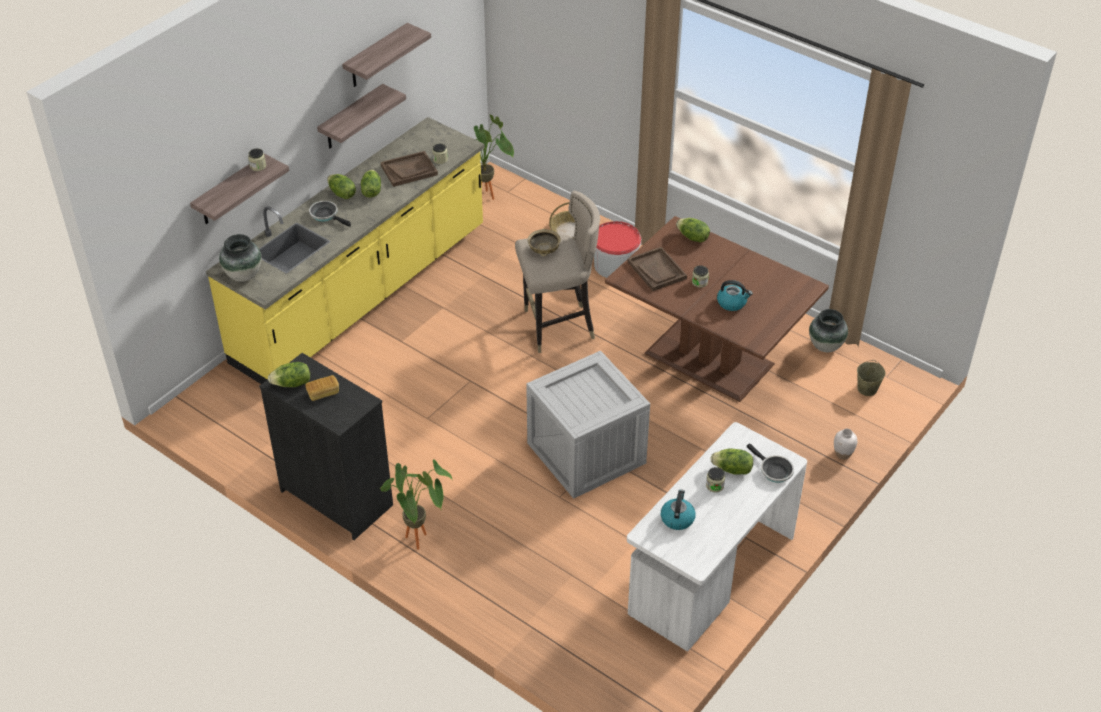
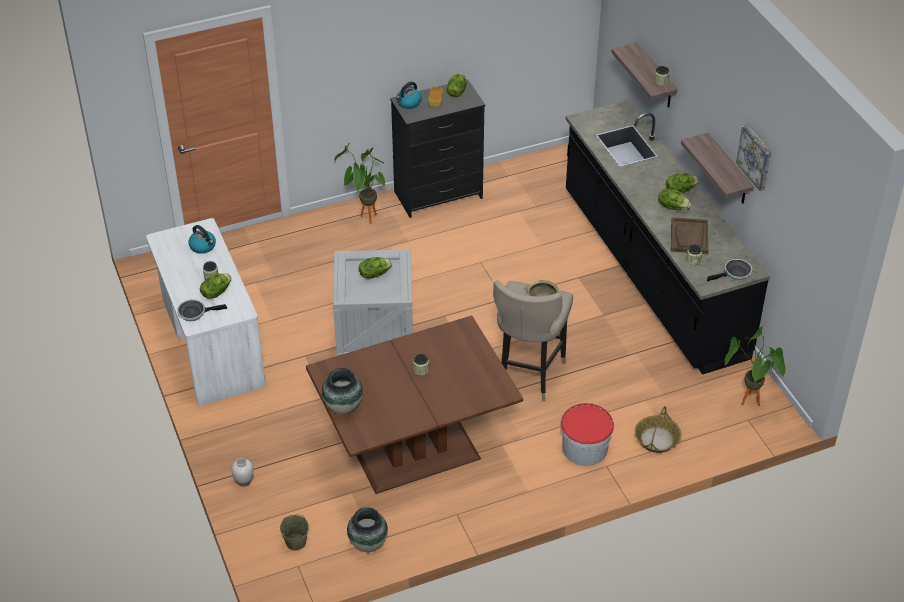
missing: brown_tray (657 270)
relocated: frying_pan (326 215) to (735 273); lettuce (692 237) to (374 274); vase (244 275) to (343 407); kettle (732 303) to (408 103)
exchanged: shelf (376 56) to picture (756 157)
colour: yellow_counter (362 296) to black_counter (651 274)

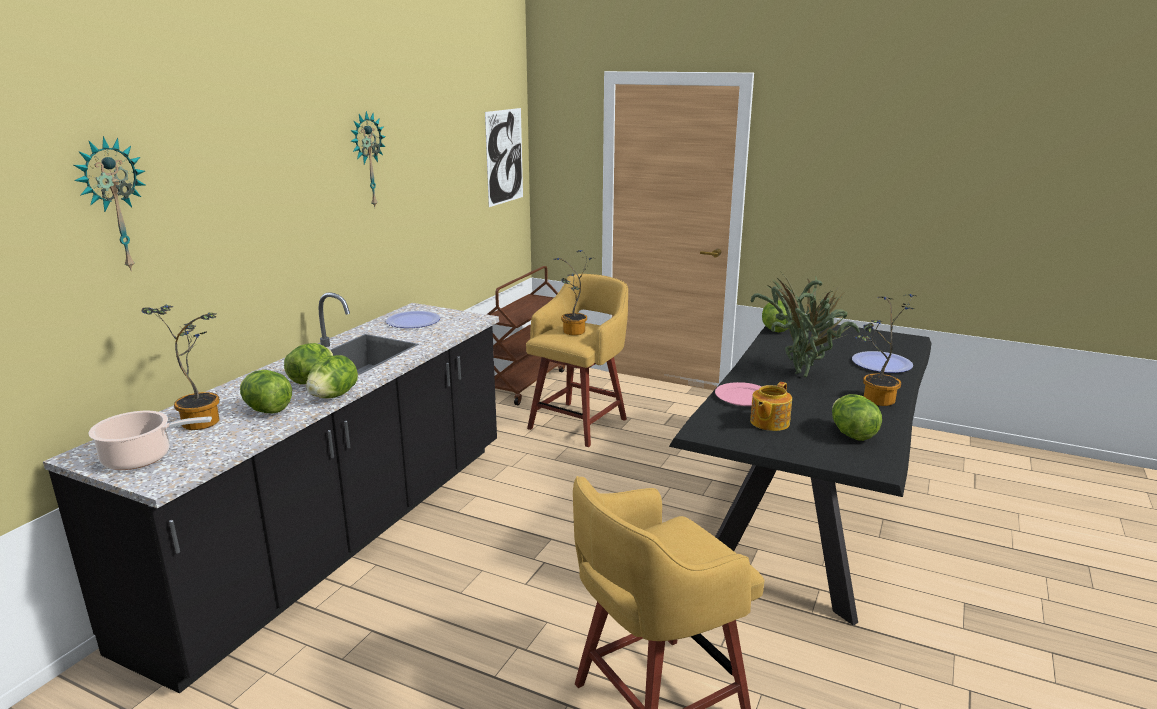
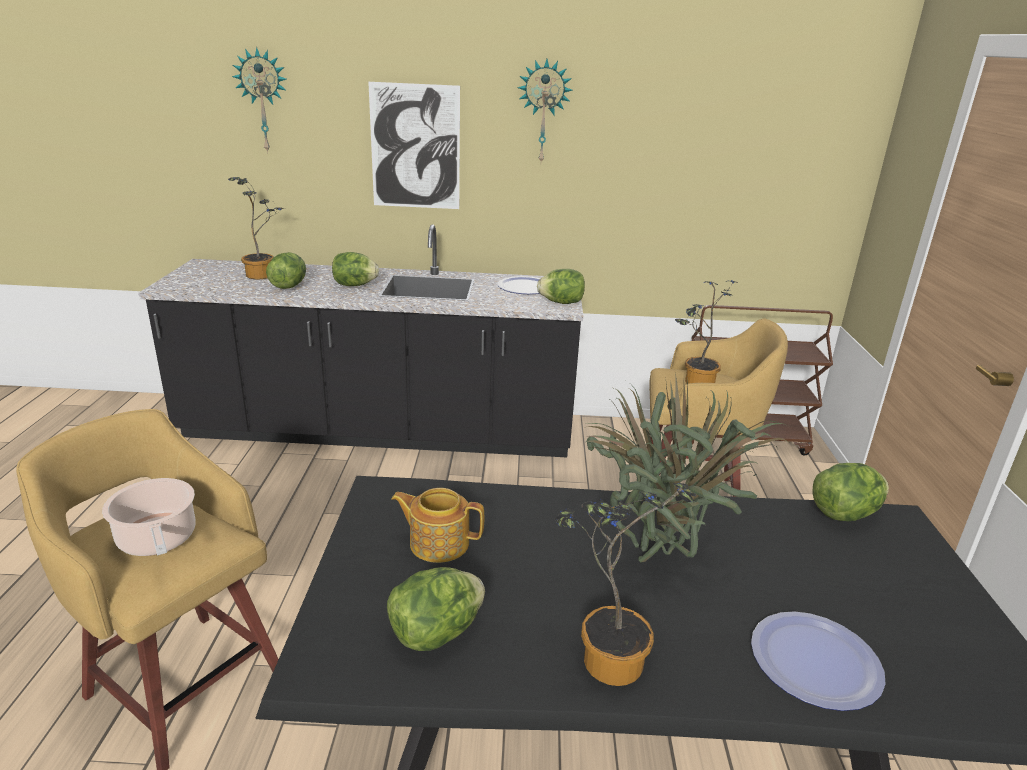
missing: pink_plate (743 397)
relocated: picture (504 156) to (415 147); lettuce (333 396) to (561 303); cooking_pot (142 458) to (158 540)

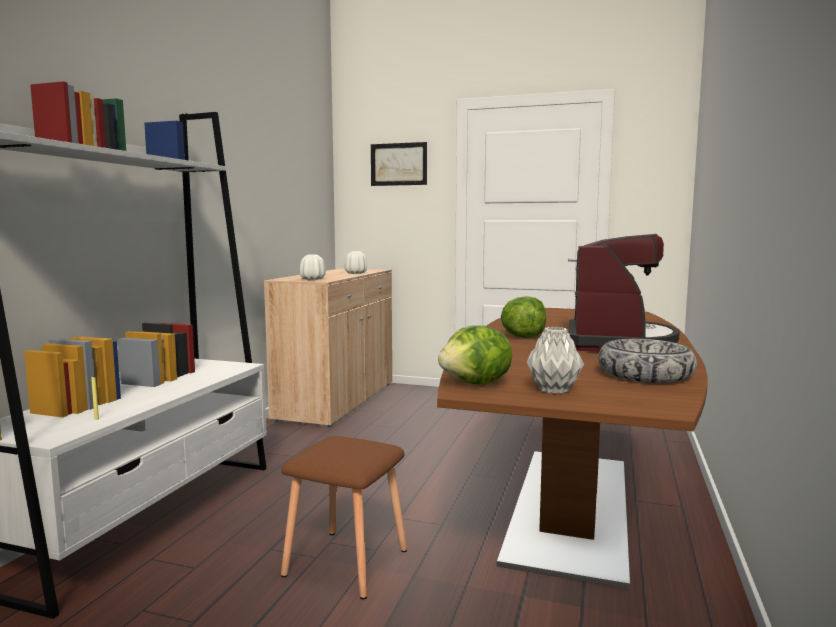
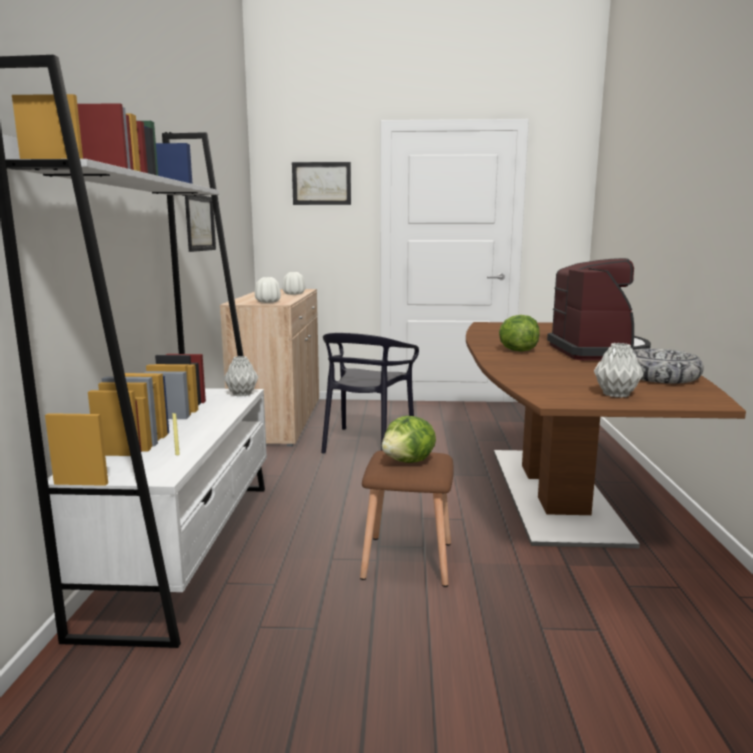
appeared: picture (200 223); black_chair (366 443); grey_vase (242 394)
relocated: lettuce (477 384) to (409 461)

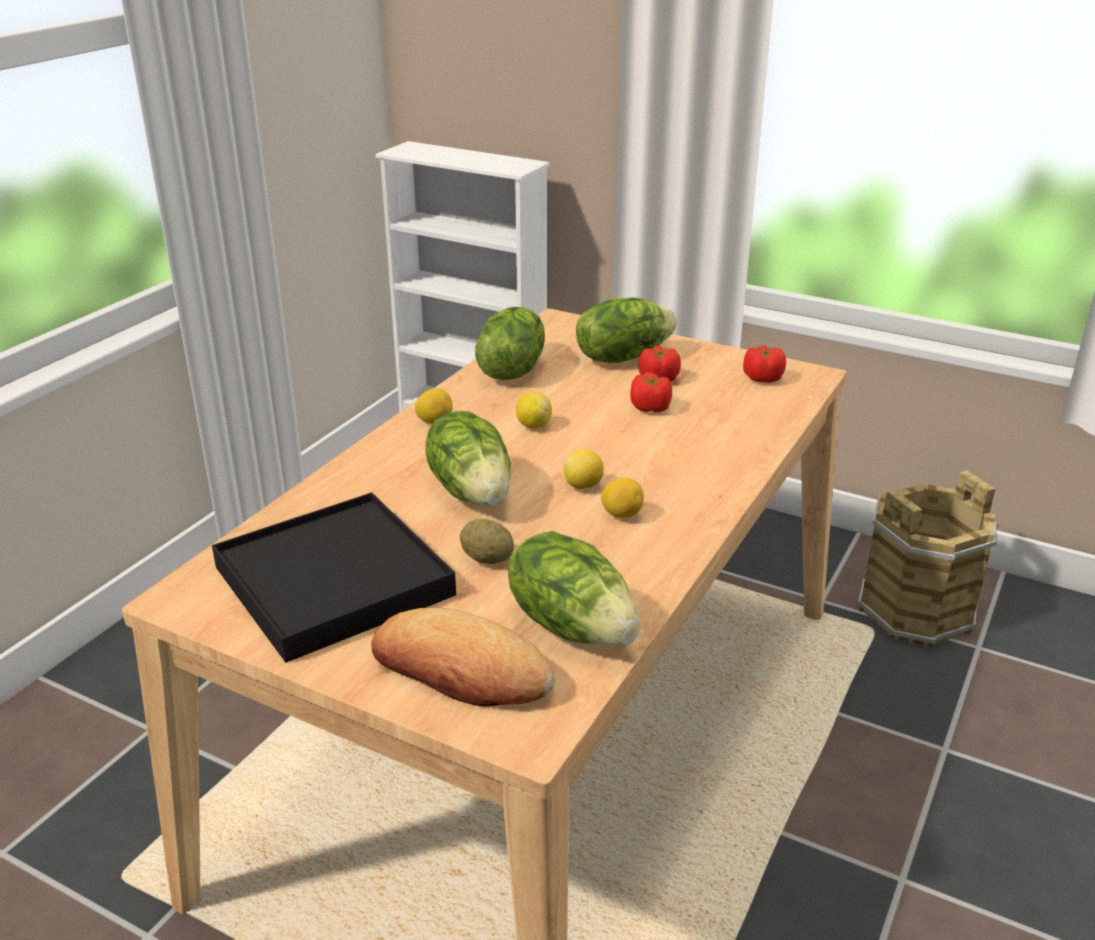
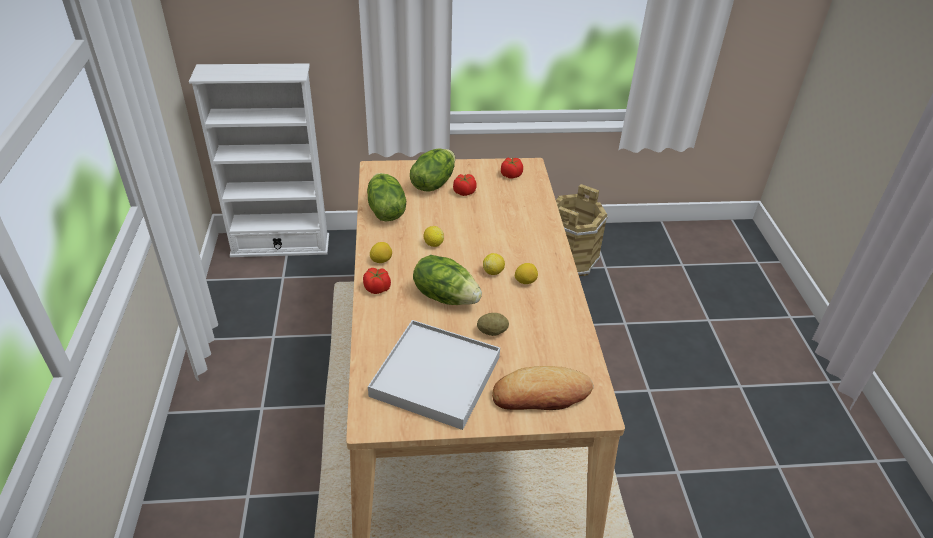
missing: lettuce (573 625)
relocated: tomato (650 408) to (377 288)
colour: black_tray (333 582) to white_tray (436 377)

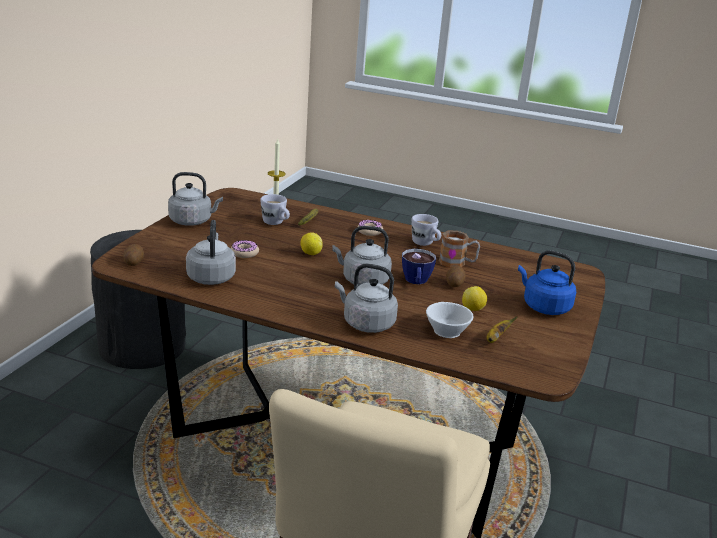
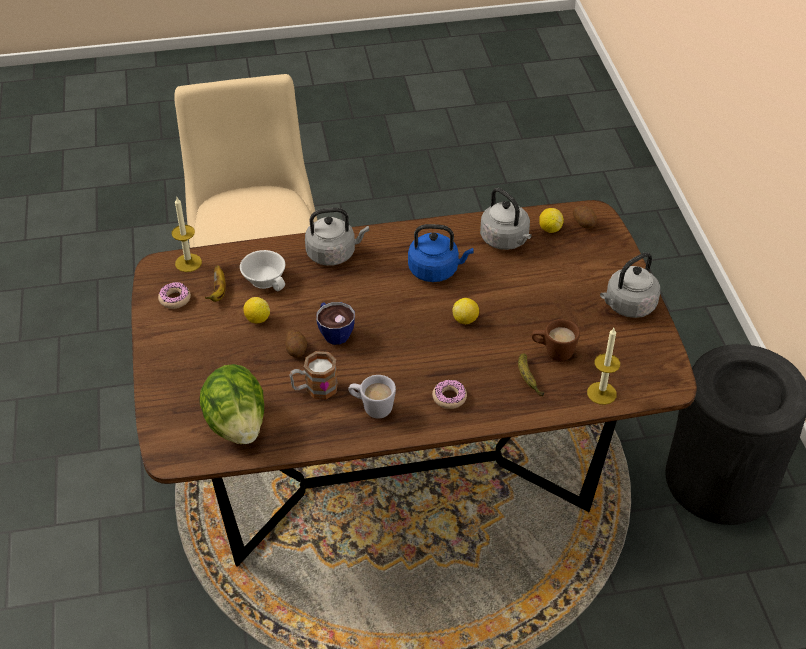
missing: grey_kettle (363 281)
appeared: candle (188 263); lemon (550 229); lettuce (237 424)
relocated: donut (244 253) to (175 299); blue_kettle (544 307) to (436 270)
colour: white_mug (276 223) to brown_mug (553 352)

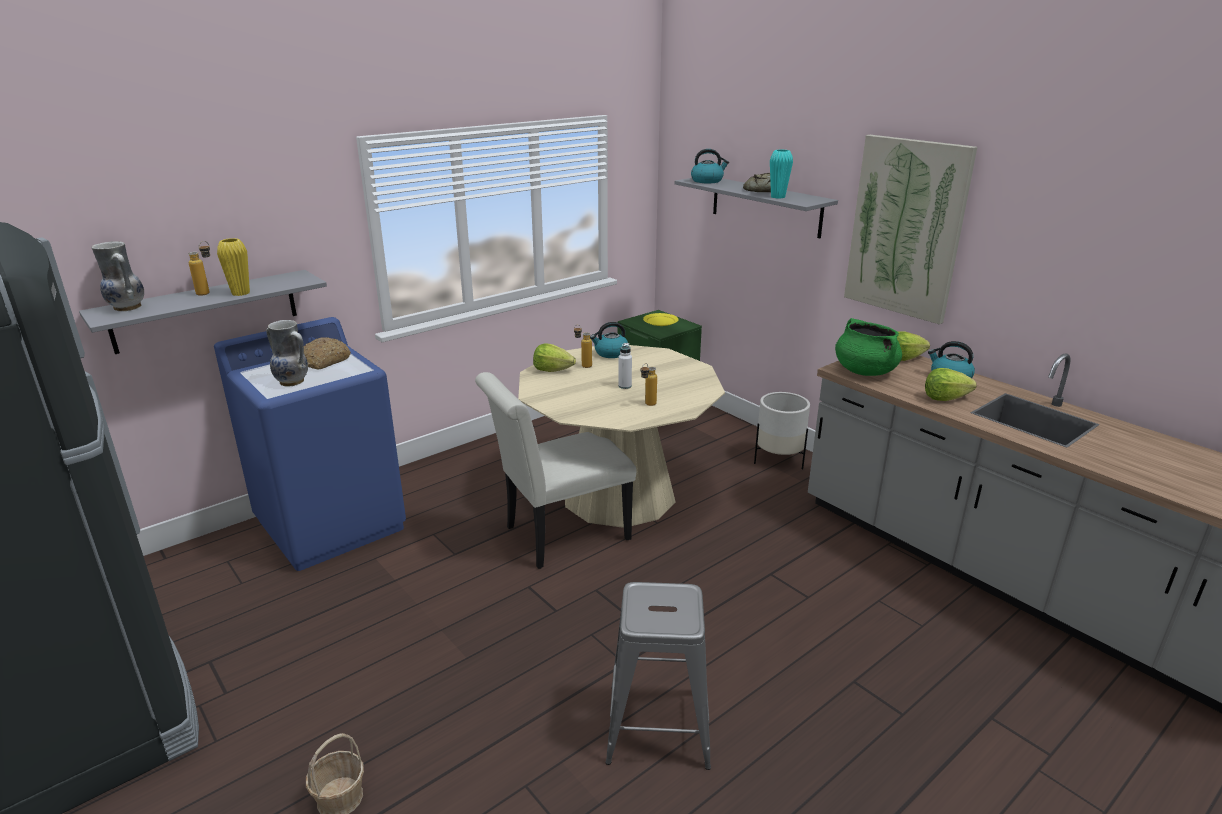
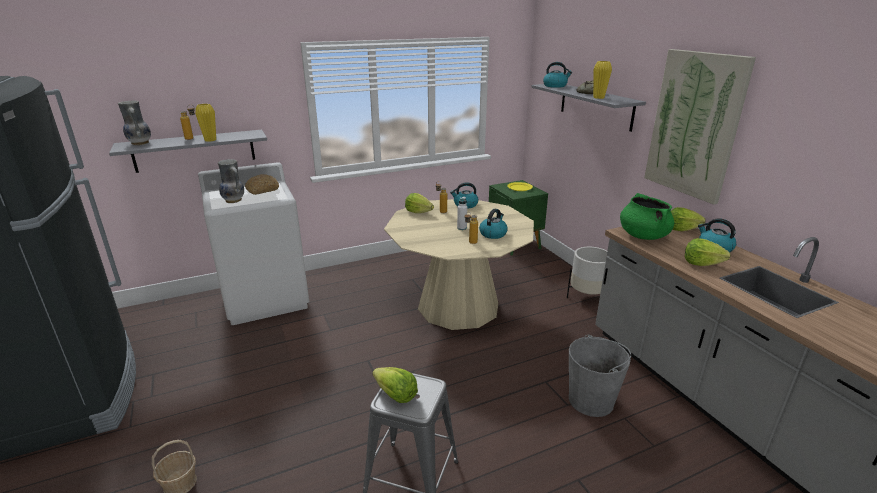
missing: white_chair (559 536)
appeared: kettle (493 234); grey_bucket (591 400); lettuce (395 395)
colour: turquoise_vase (778 197) to yellow_vase (598 97); blue_washing_machine (331 523) to white_washing_machine (266 298)

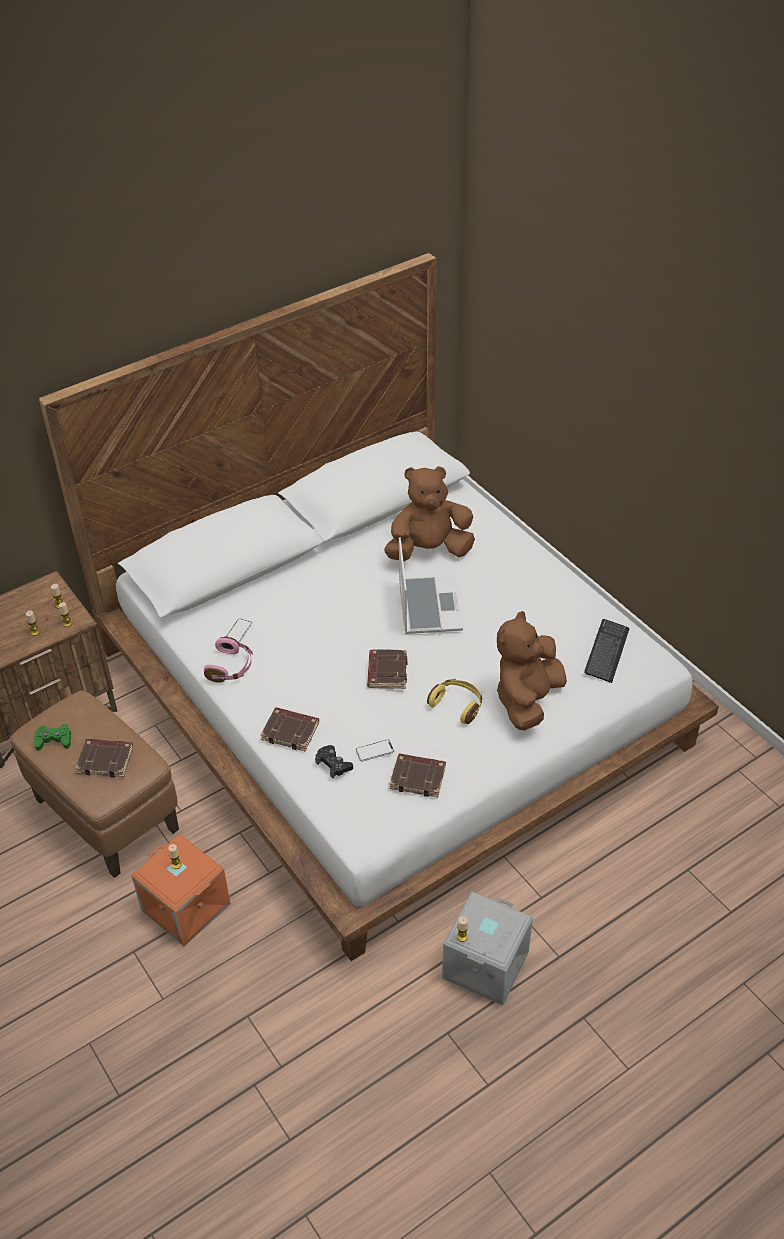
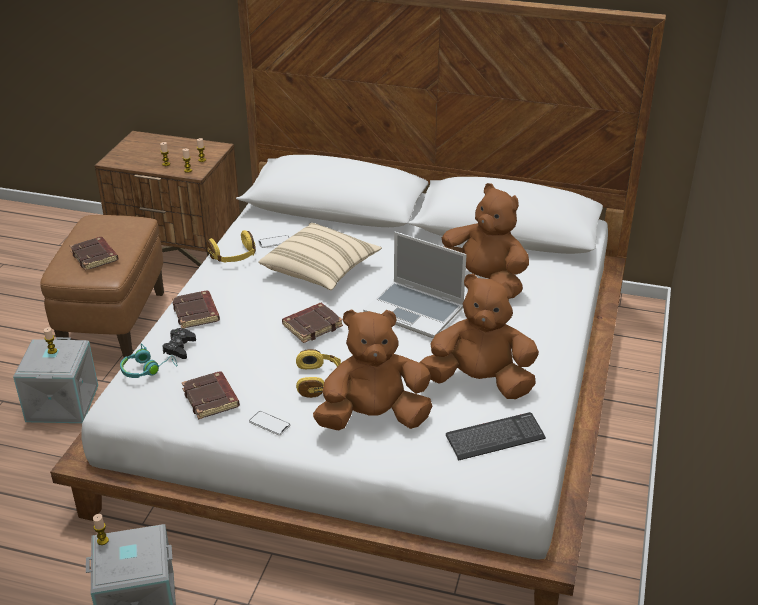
missing: green_game_controller (54 740)
appeared: beige_pillow (321 271); brown_plush_toy (479 382); turquoise_headphones (147 369)
relocated: phone (374 751) to (269 424)
colour: pink_headphones (231 667) to yellow_headphones (234 256); orange_storage_box (184 908) to grey_storage_box (61 403)
spun: laptop (428 606) = (415 311) 75 degrees clockwise

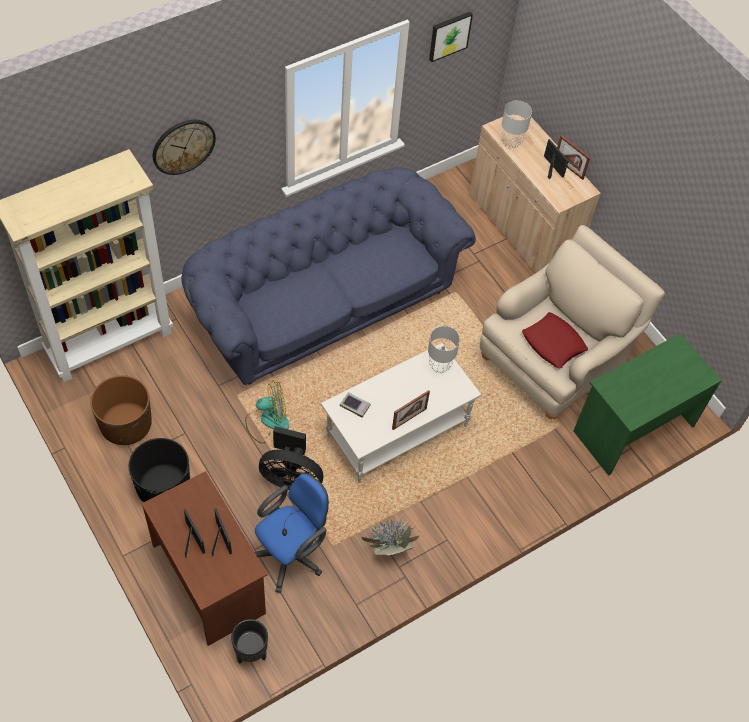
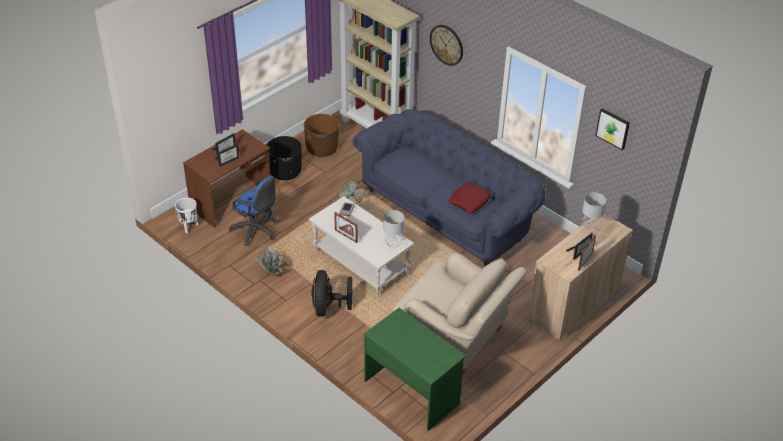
relocated: red_pillow (553 343) to (469 201); black_fan (291 478) to (328 307)
colour: black_planter (250 653) to white_planter (188 226)

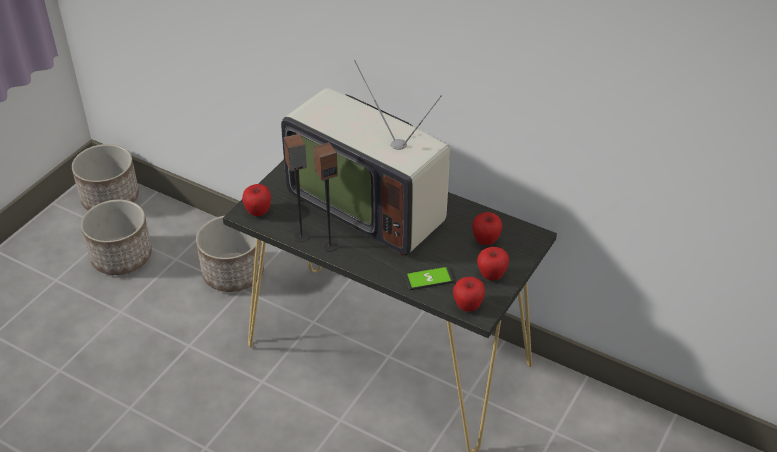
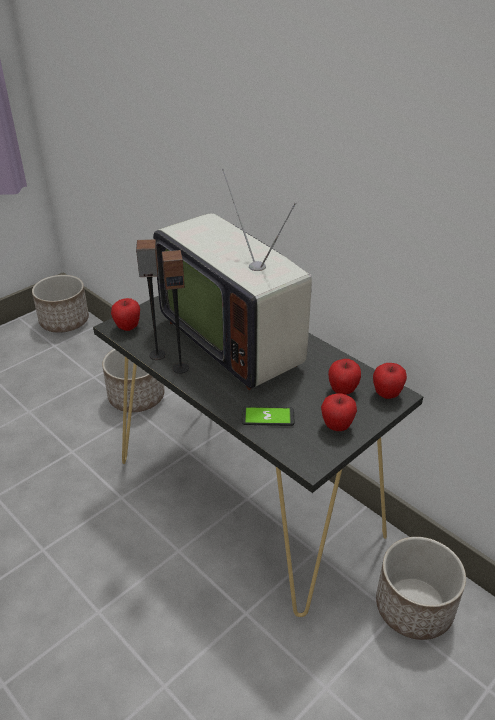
relocated: planter (122 256) to (414 607); apple (468 306) to (386 394)

